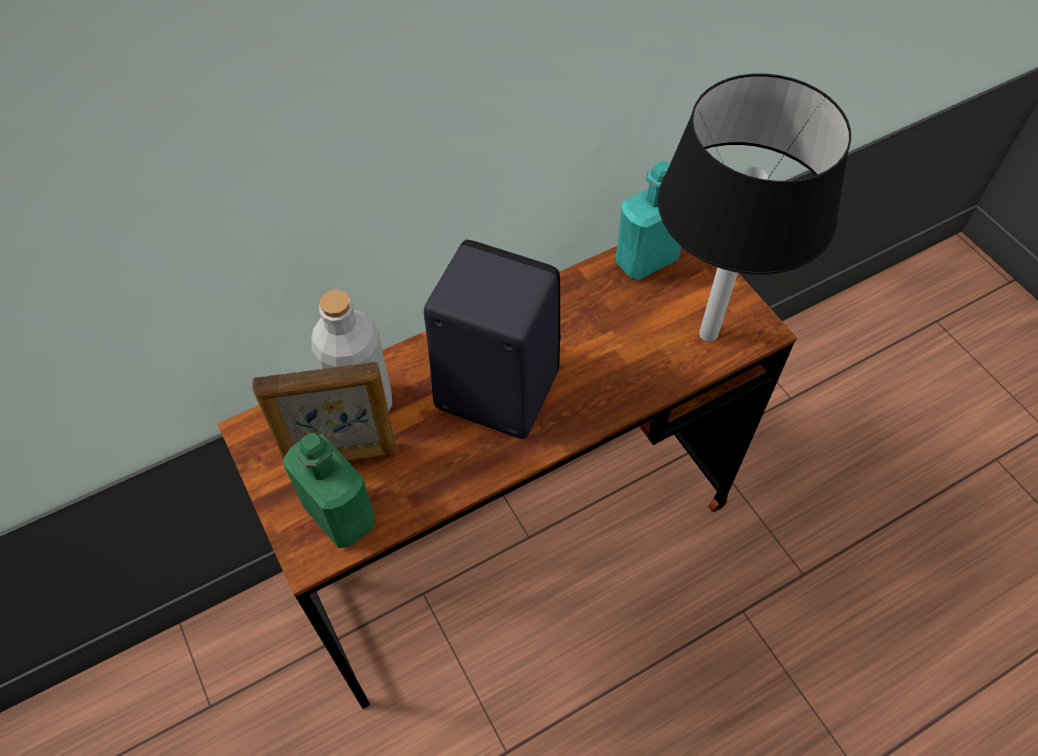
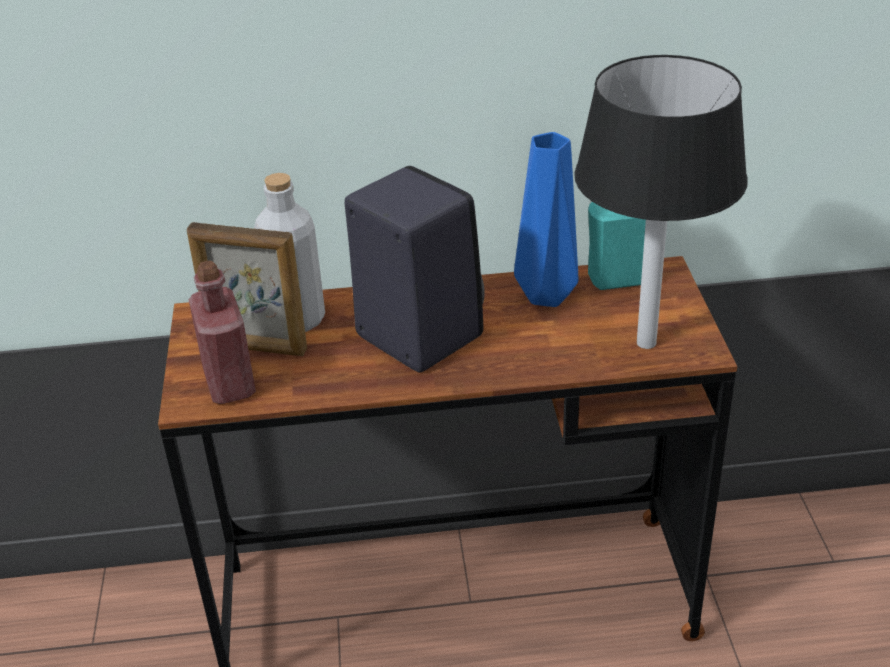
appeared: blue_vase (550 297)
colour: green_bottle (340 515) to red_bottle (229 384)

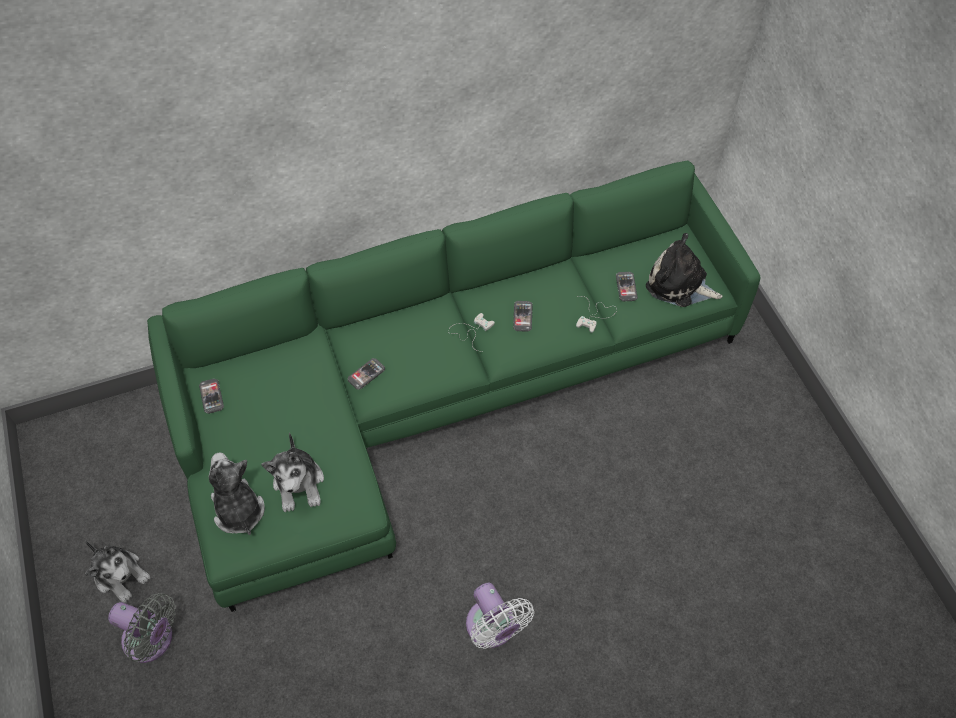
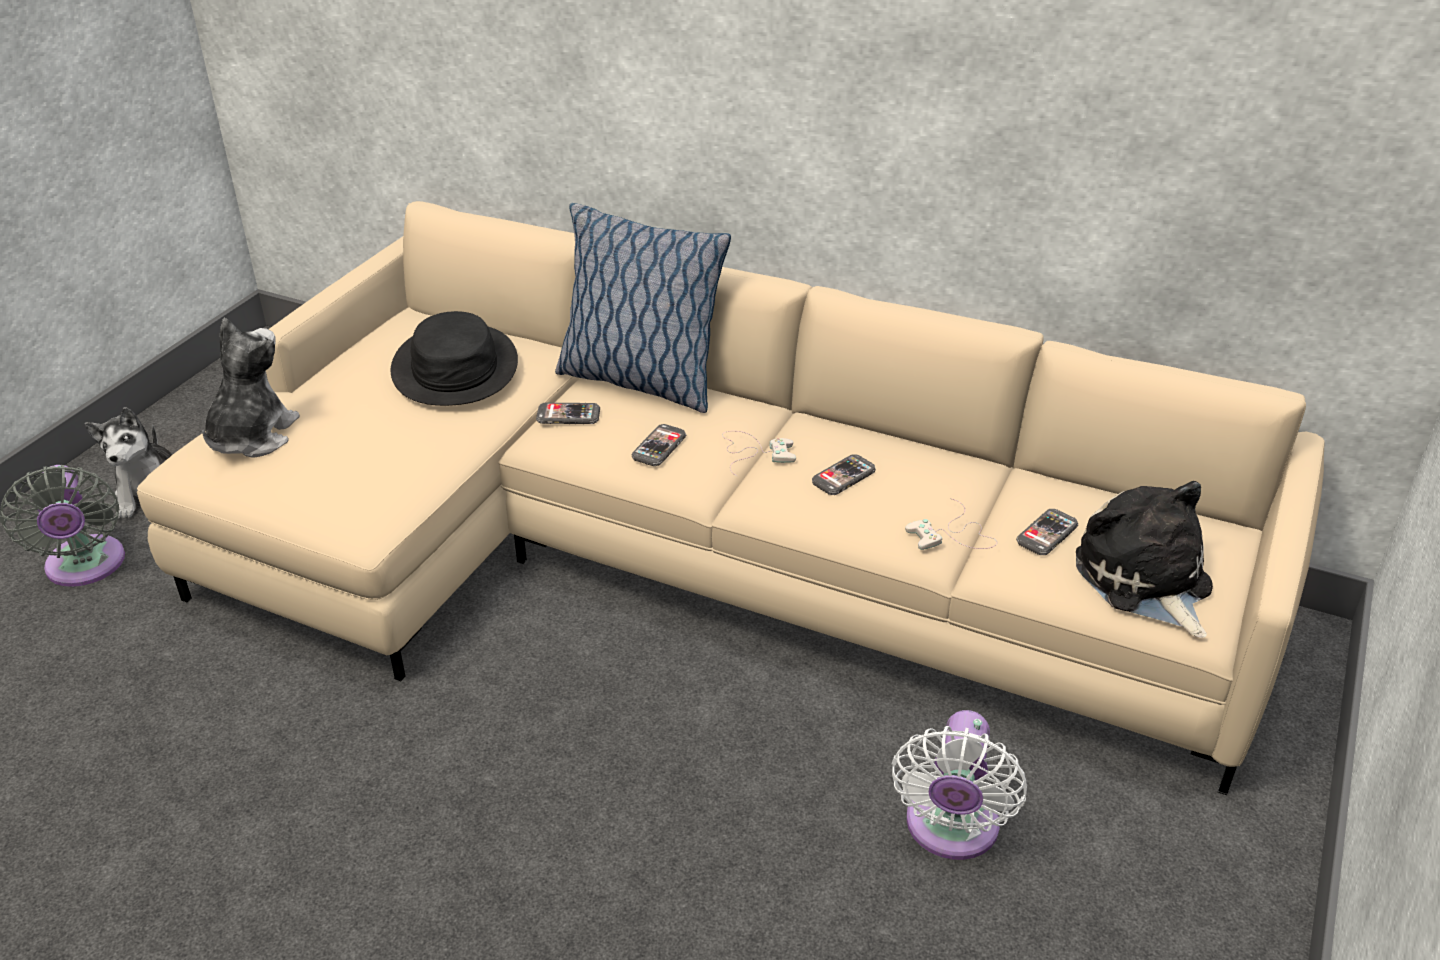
missing: plush_toy (299 483)
appeared: pillow (639 380); black_hat (454 368)
relocated: phone (211 396) to (659 447); white_fan (493 629) to (950 831)
colour: green_sofa (438 392) to beige_sofa (694 560)

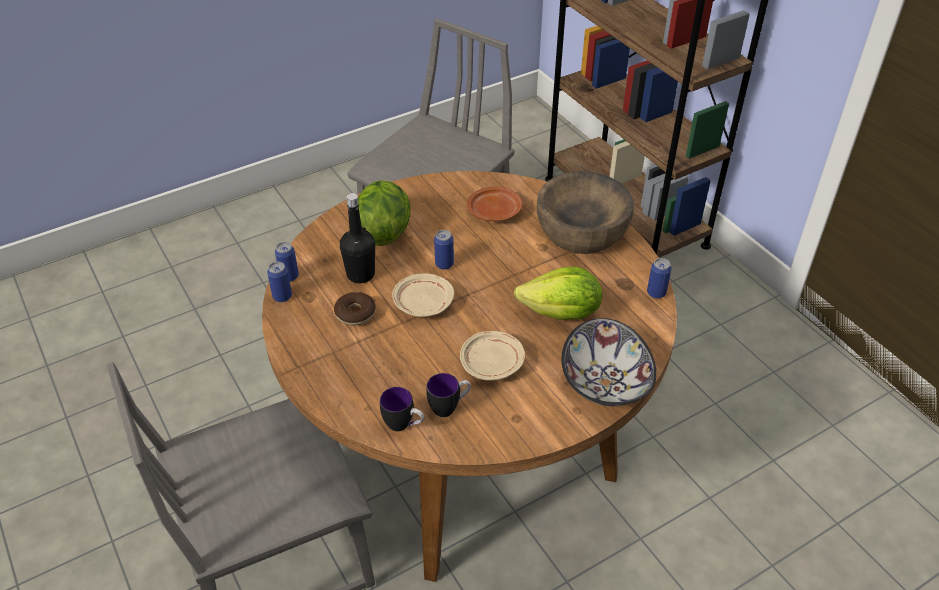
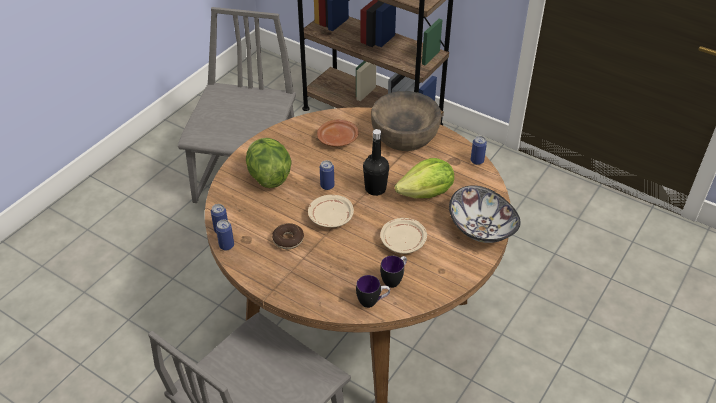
relocated: black_bottle (360 274) to (375 189)

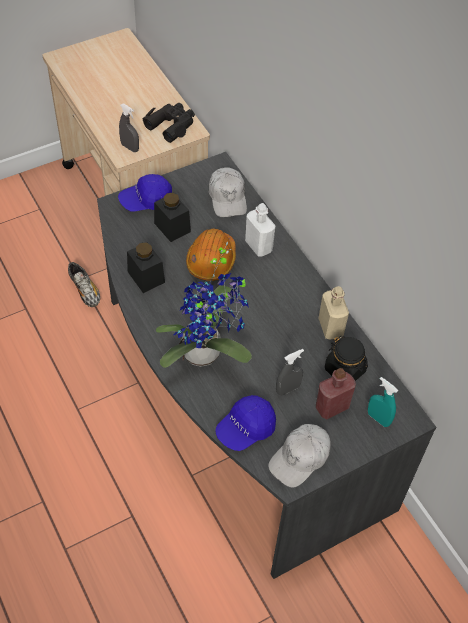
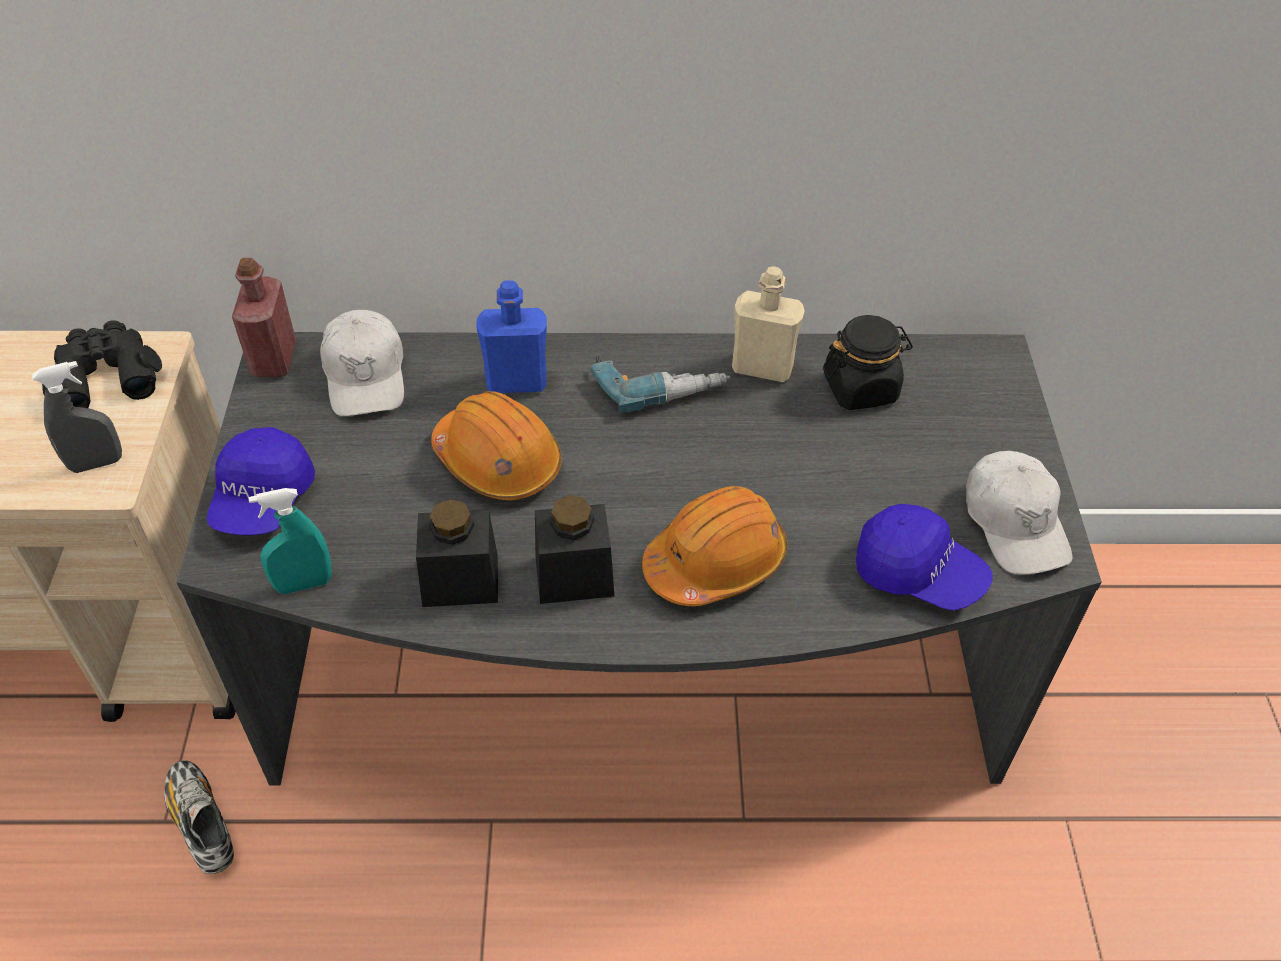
missing: grey_spray_bottle (288 389)
appeared: power_drill (659 384)
relocated: black_jar (172 227) to (574 576); red_bottle (332 407) to (274 359); turquoise_spray_bottle (378 418) to (304 584)
exchanged: potted_plant (206 354) to orange_hard_hat (715 561)
colour: white_bottle (258 246) to blue_bottle (516 382)
spun: white_cap (228 198) = (366 375) 60 degrees clockwise; shoe (85 290) = (202 823) 120 degrees counterclockwise; blue_cap (245 429) = (918 573) 45 degrees counterclockwise

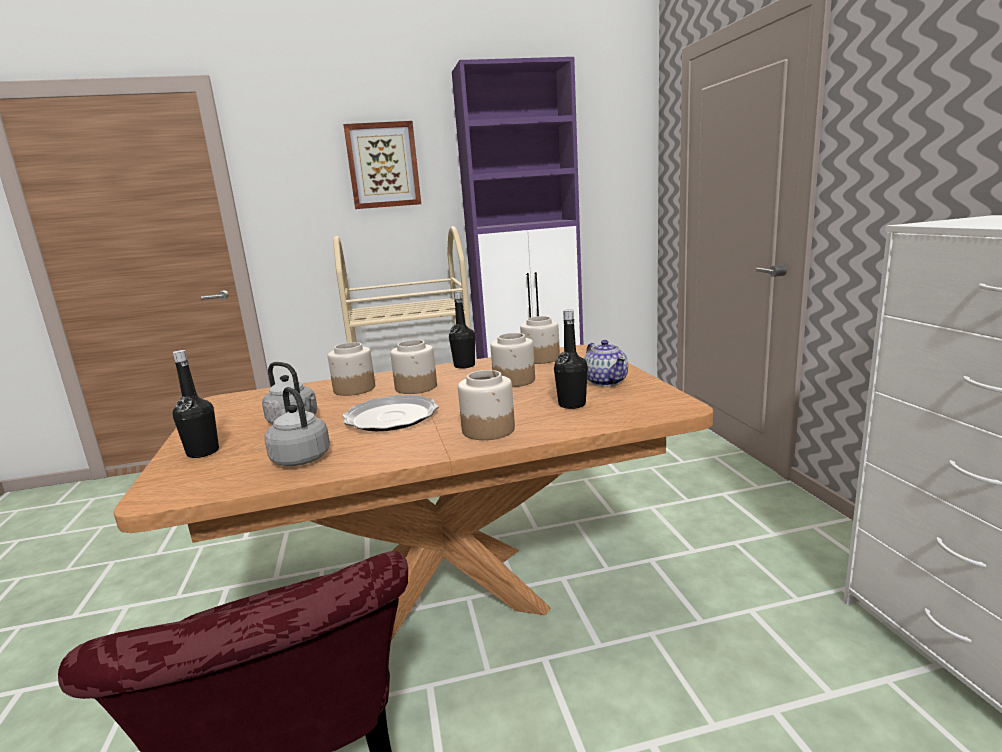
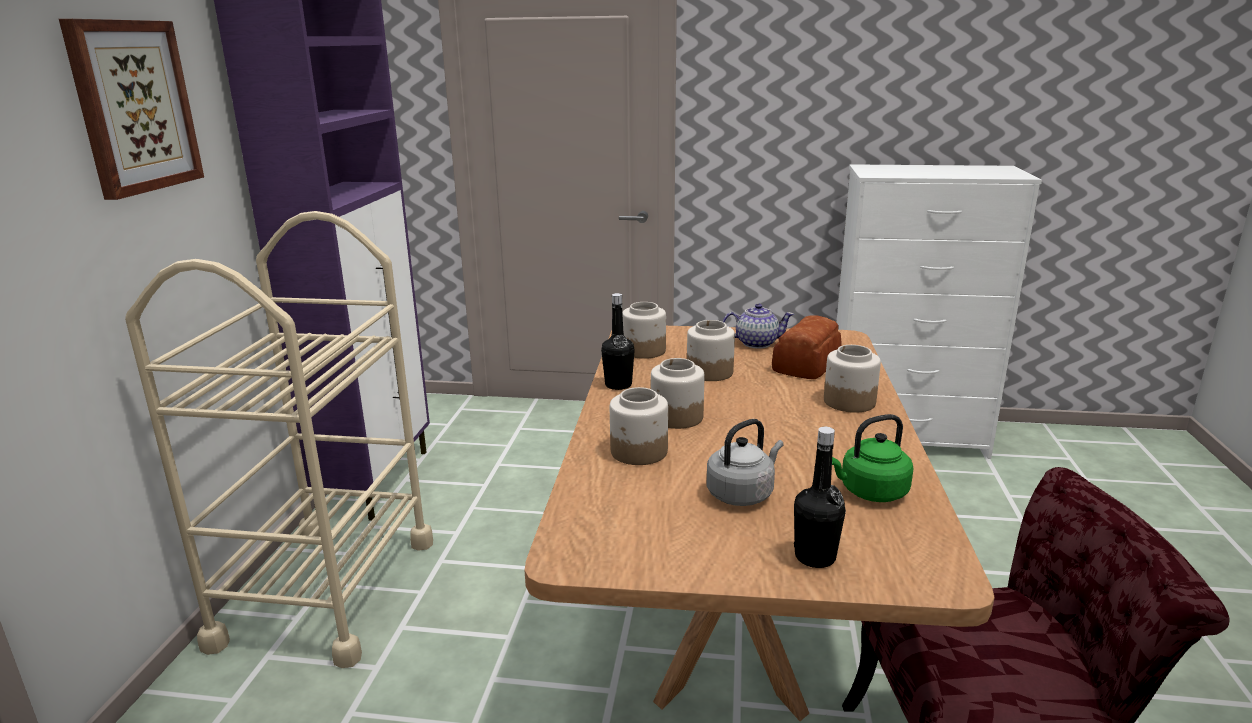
missing: plate (392 417)
exchanged: black_bottle (572 404) to bread (808 364)
colour: grey_kettle (299 458) to green_kettle (870 492)

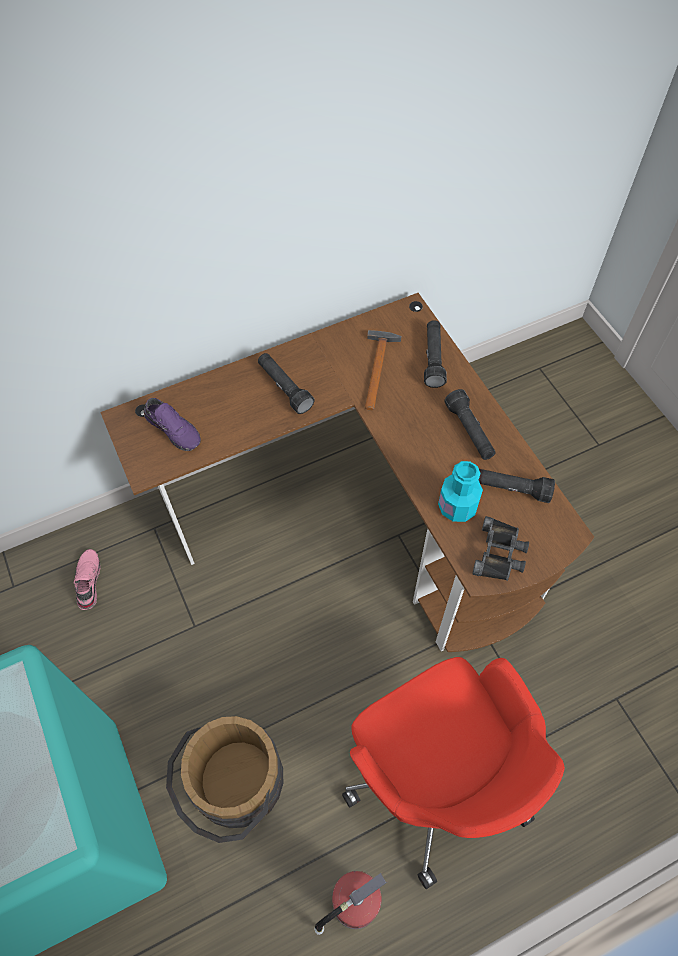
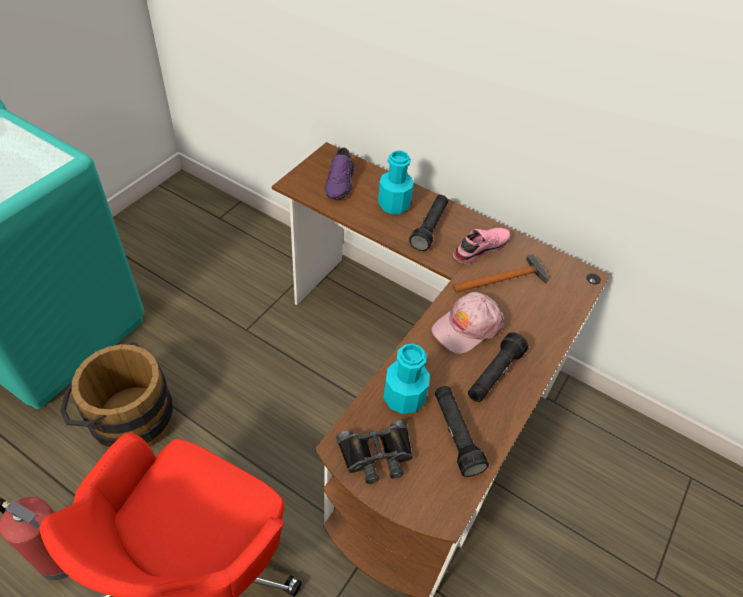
missing: black_flashlight (433 359)
appeared: turquoise_bottle (394 205); pink_cap (466 327)
relocated: pink_shoe (87 581) to (480 248)

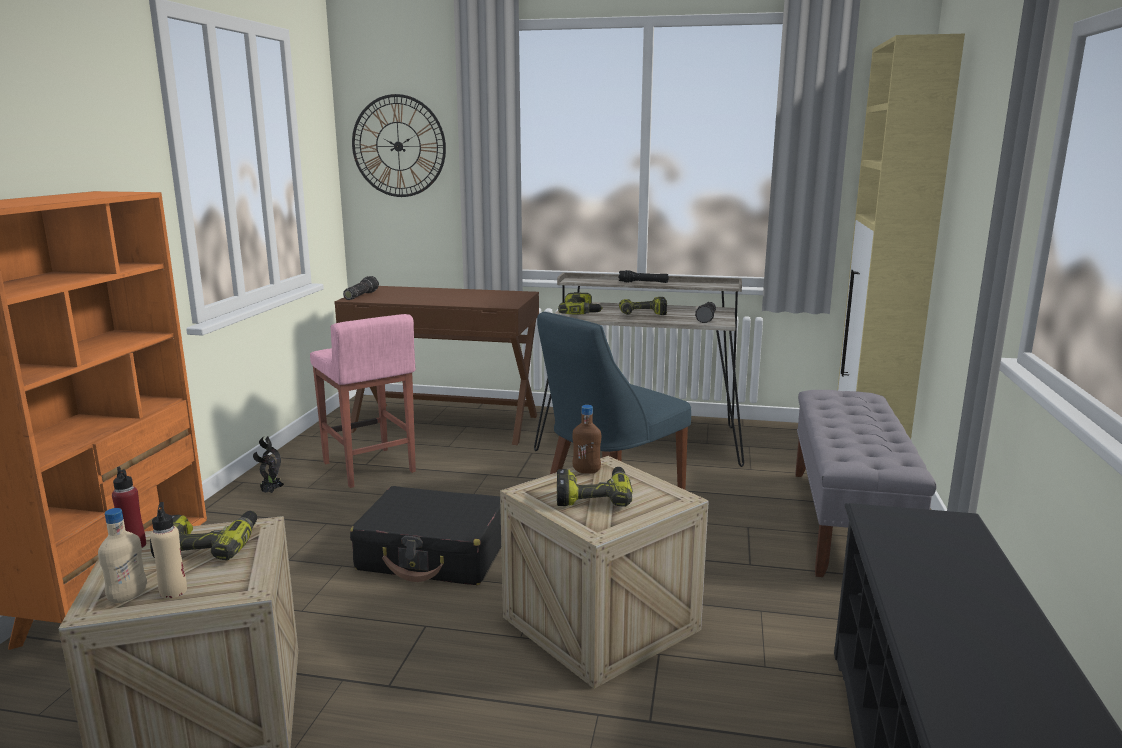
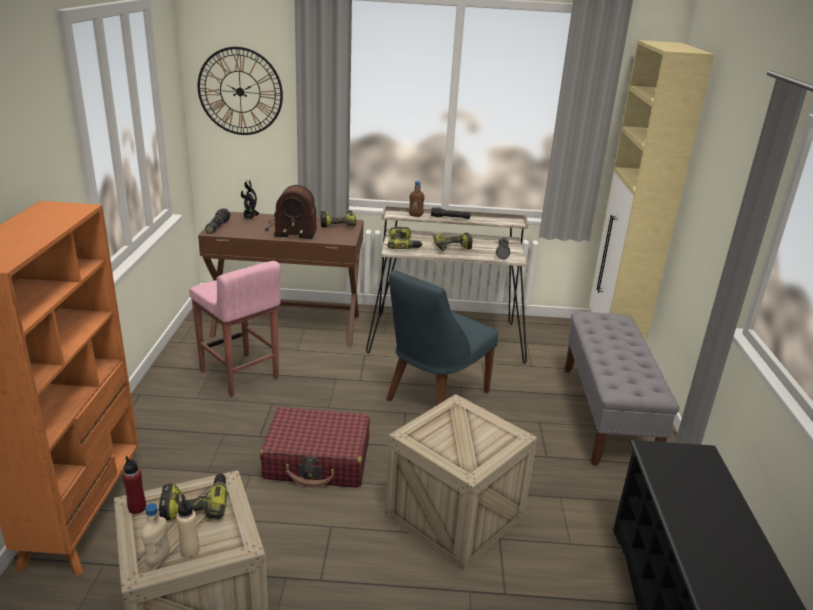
appeared: radio (290 230)
relocated: brown_bottle (586 471) to (415 215); potted_plant (271 492) to (250 219); power_drill (593 496) to (338 224)
colour: black_suitcase (434 554) to red_suitcase (318 460)

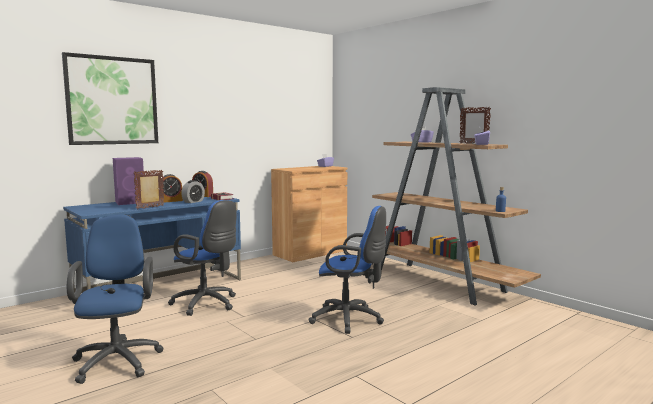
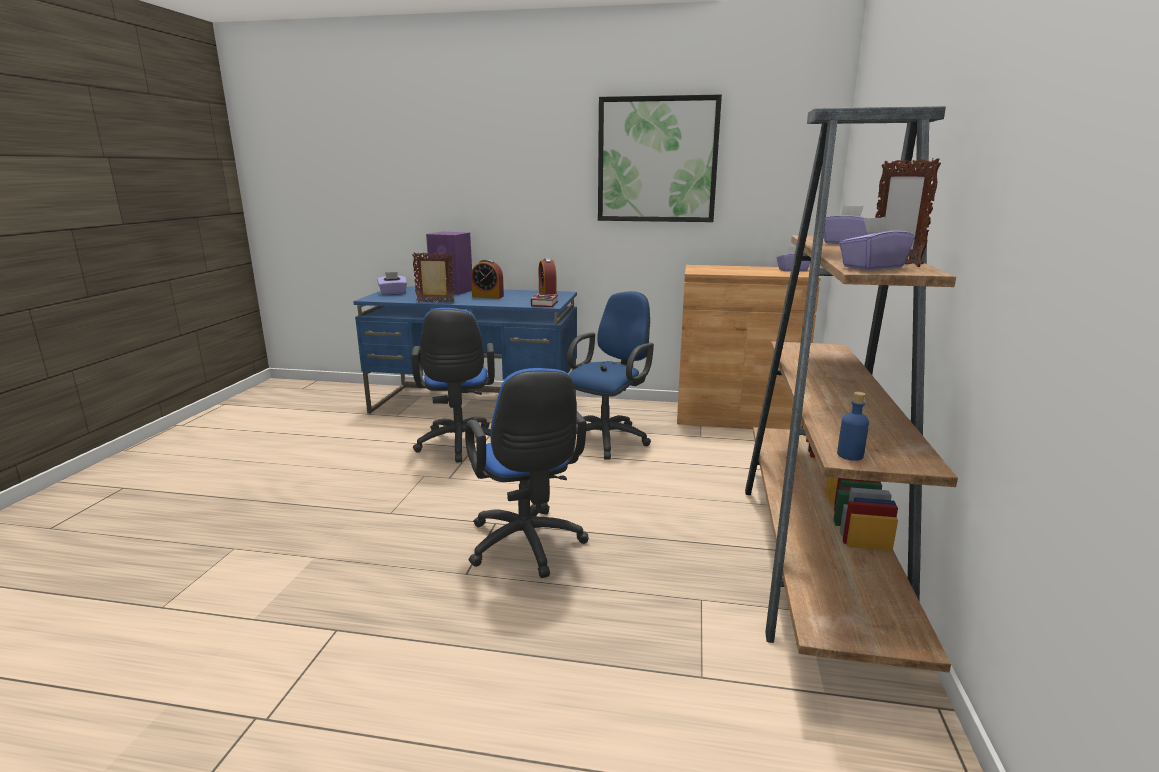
missing: alarm_clock (193 201)
appeared: purple_tissue_box (393 293)
relocated: picture (112 100) to (657 160); blue_office_chair (118 359) to (608 438)

